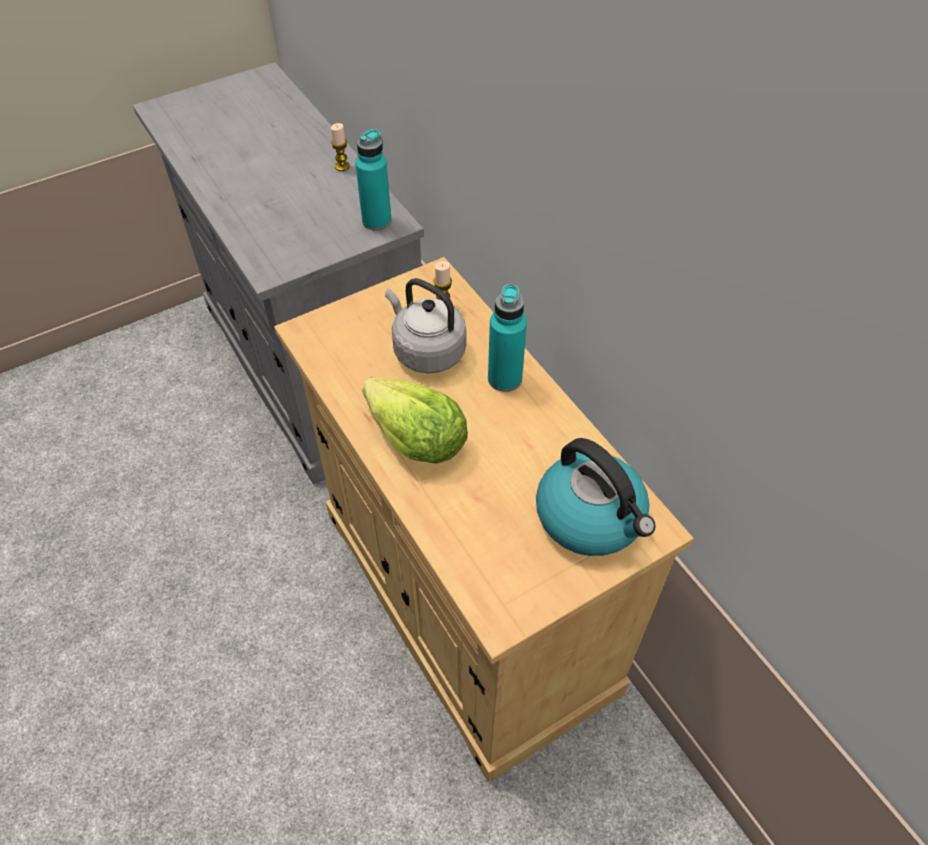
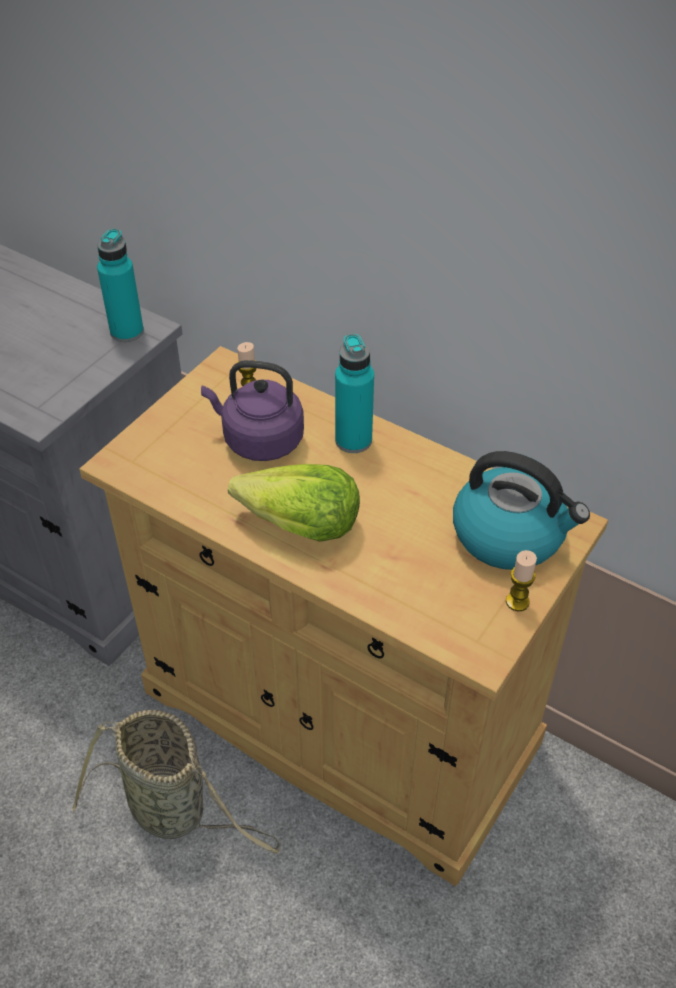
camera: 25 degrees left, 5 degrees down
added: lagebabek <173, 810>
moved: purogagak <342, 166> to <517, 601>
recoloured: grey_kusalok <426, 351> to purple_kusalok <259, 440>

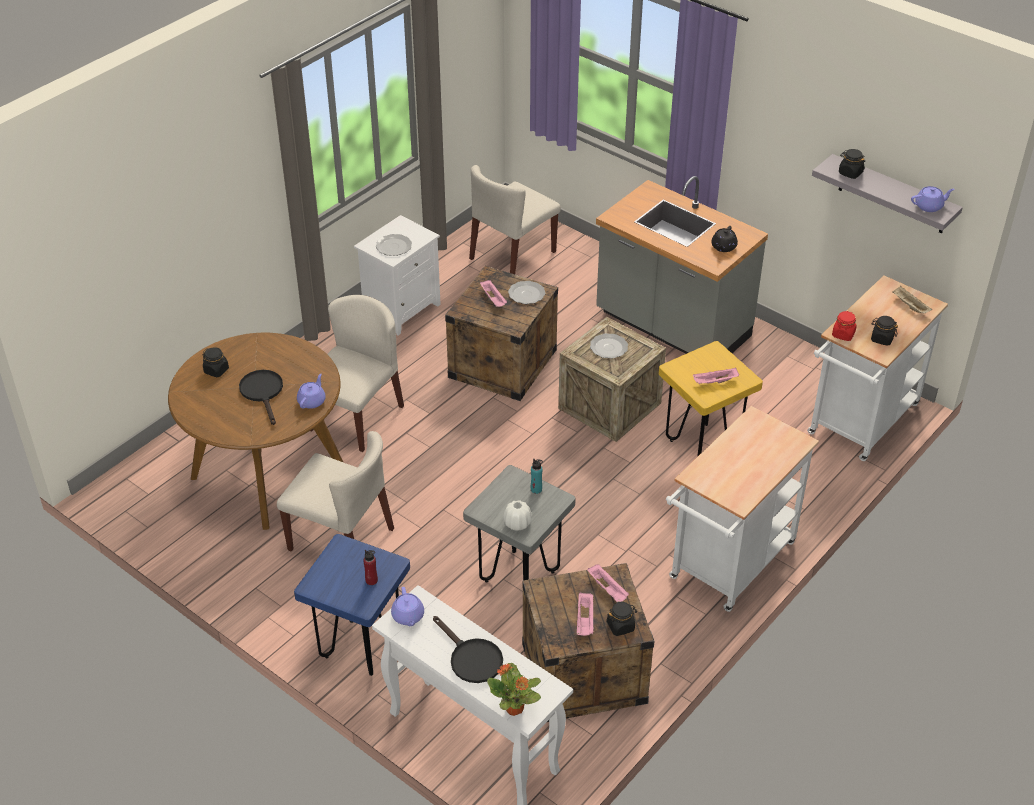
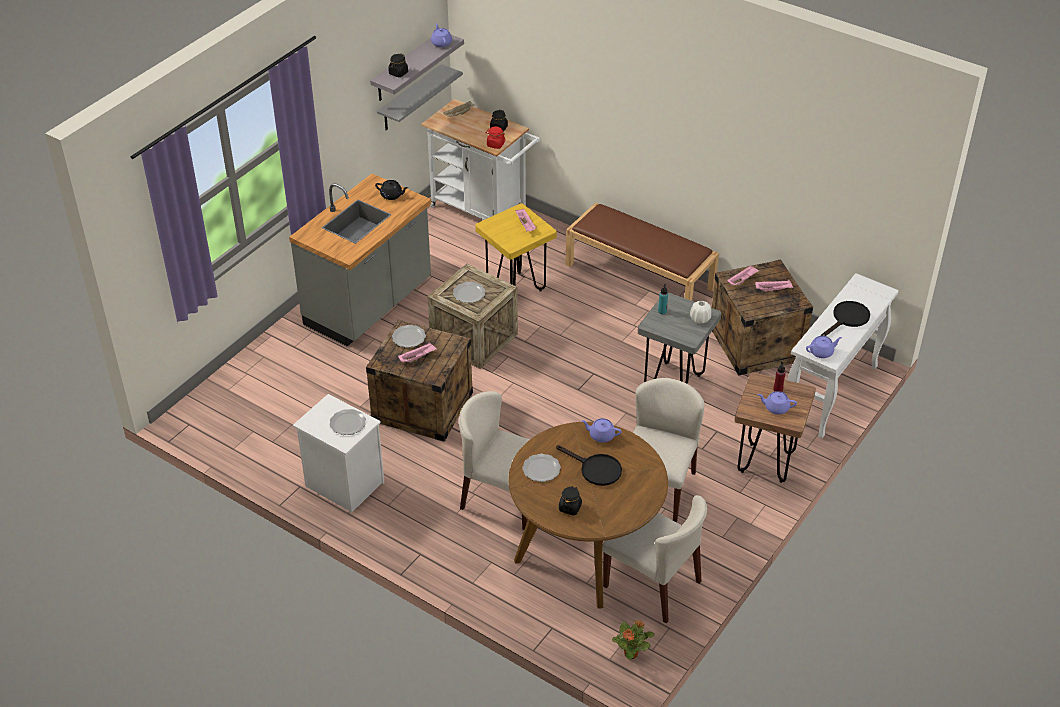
camera: 95 degrees left, 0 degrees up
removed: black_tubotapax <620, 626>
added: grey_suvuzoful <410, 99>; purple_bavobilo <776, 408>; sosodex <540, 469>
moved: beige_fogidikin <512, 256> to <653, 584>; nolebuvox <515, 709> to <631, 653>
replaced: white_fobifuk <728, 566> to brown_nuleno <640, 276>
recoloured: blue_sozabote <360, 647> to brown_sozabote <766, 463>
turned: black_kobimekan <263, 392> = <595, 469> 120 degrees counterclockwise

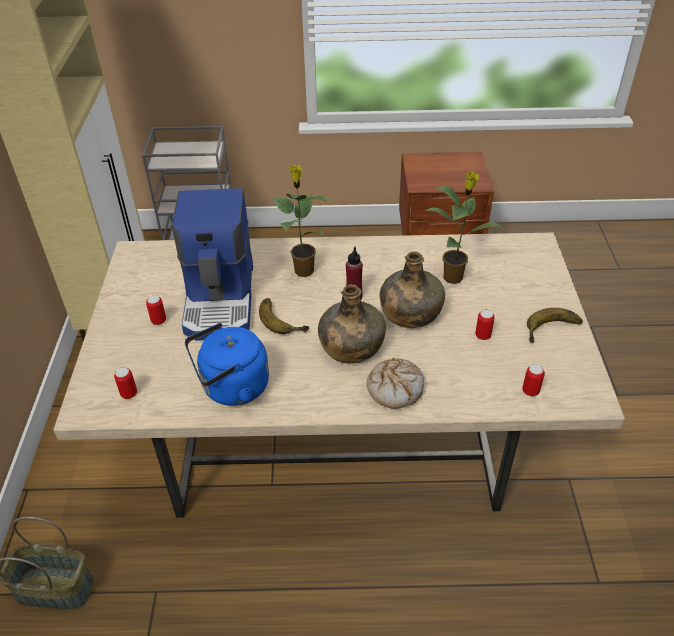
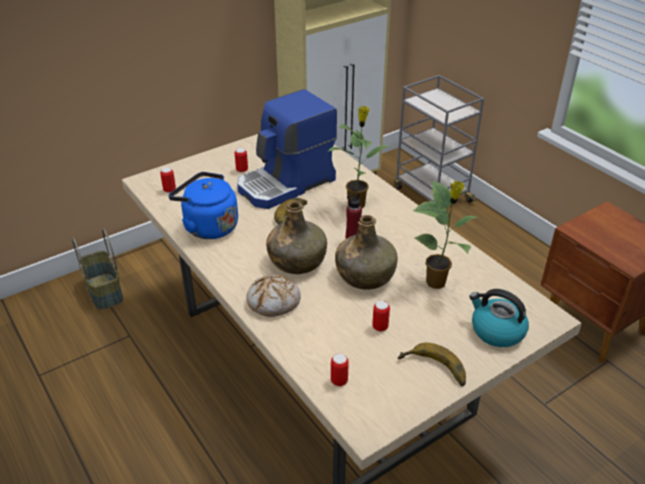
camera: 55 degrees right, 5 degrees down
added: kusalok <496, 331>

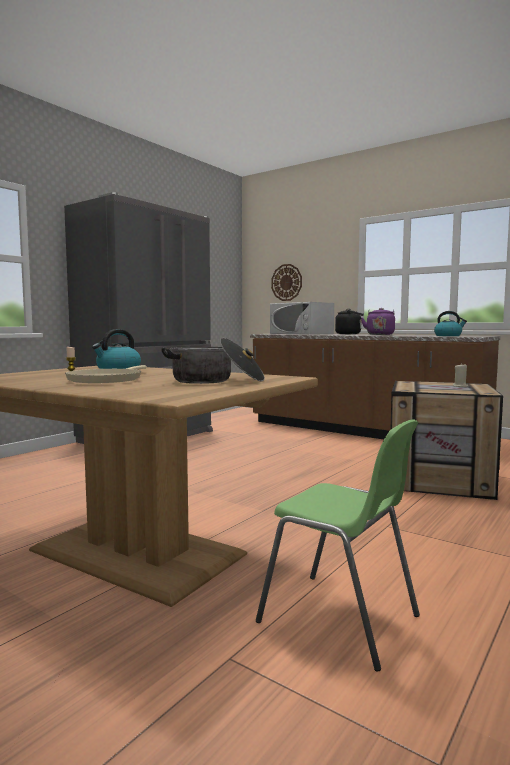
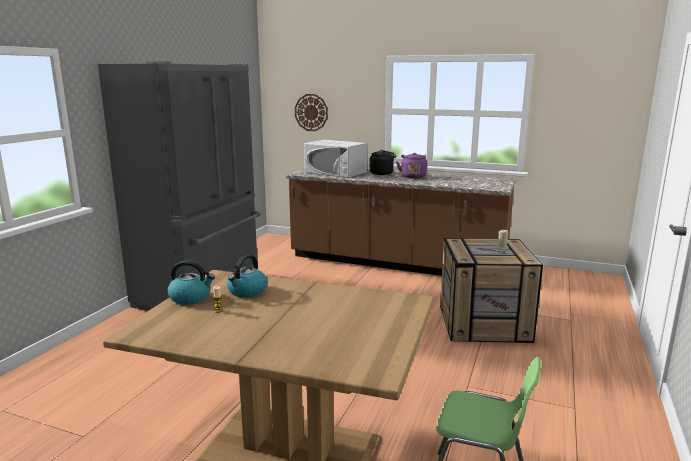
camera: 15 degrees left, 10 degrees up
removed: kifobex <216, 380>; beige_kobimekan <107, 380>
moved: kusalok <448, 336> to <191, 298>

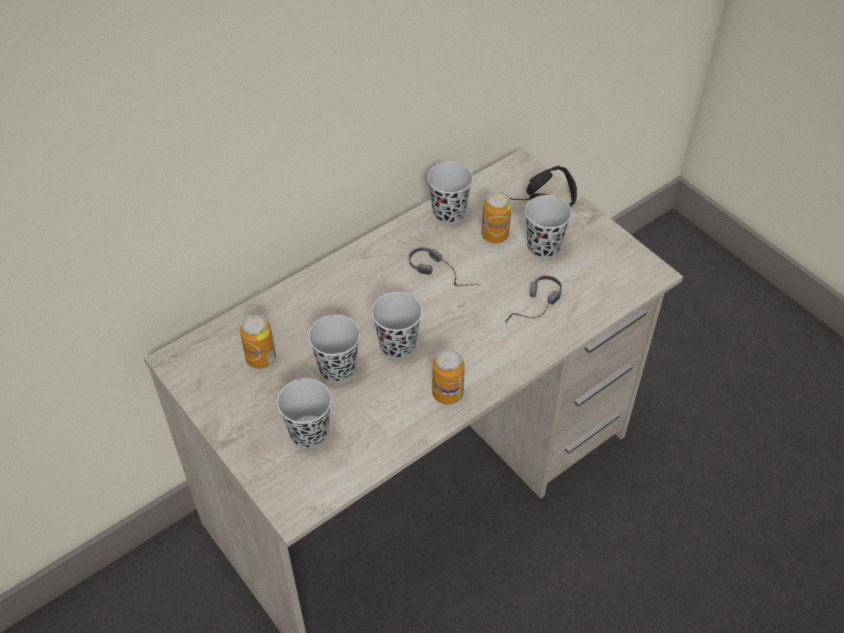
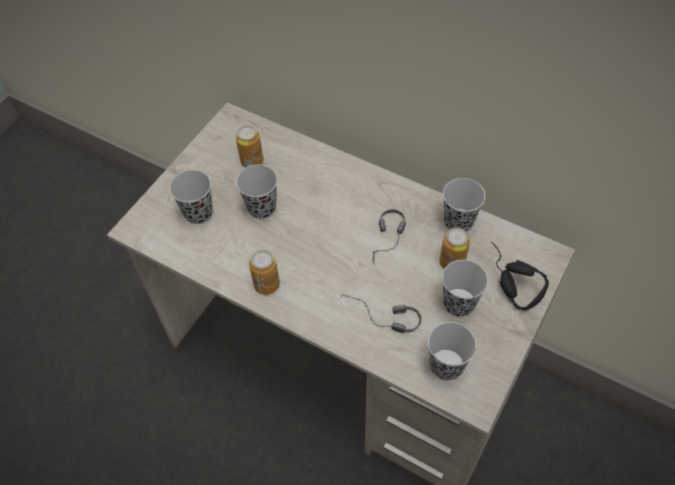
camera: 70 degrees right, 5 degrees up
moved: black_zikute <397, 345> to <446, 366>

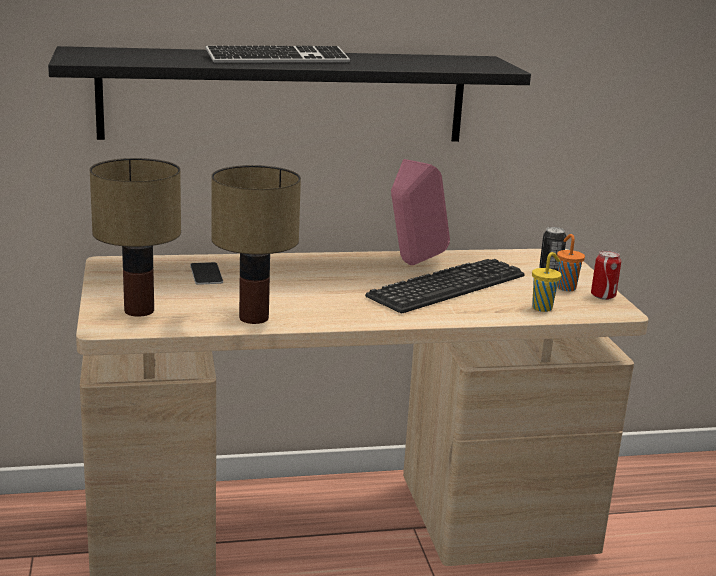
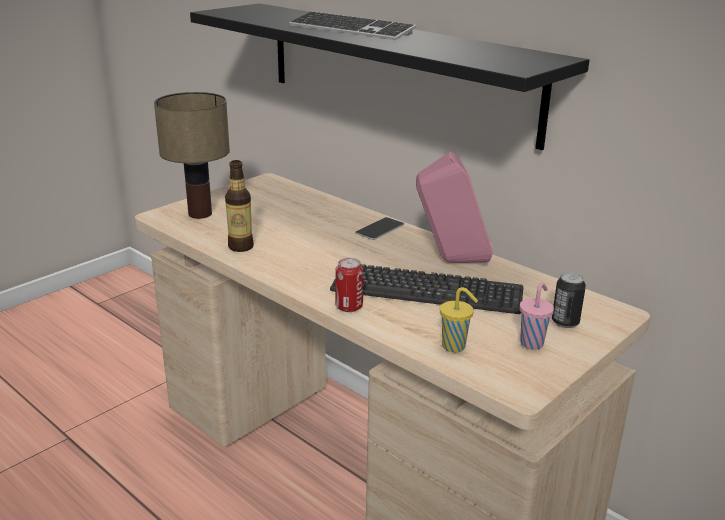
camera: 55 degrees right, 5 degrees up
moved: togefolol <603, 296> to <349, 307>; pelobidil <206, 274> to <380, 229>
replaced: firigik <254, 317> to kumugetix <241, 247>
recoloured: orange_zikute <565, 287> to pink_zikute <532, 343>

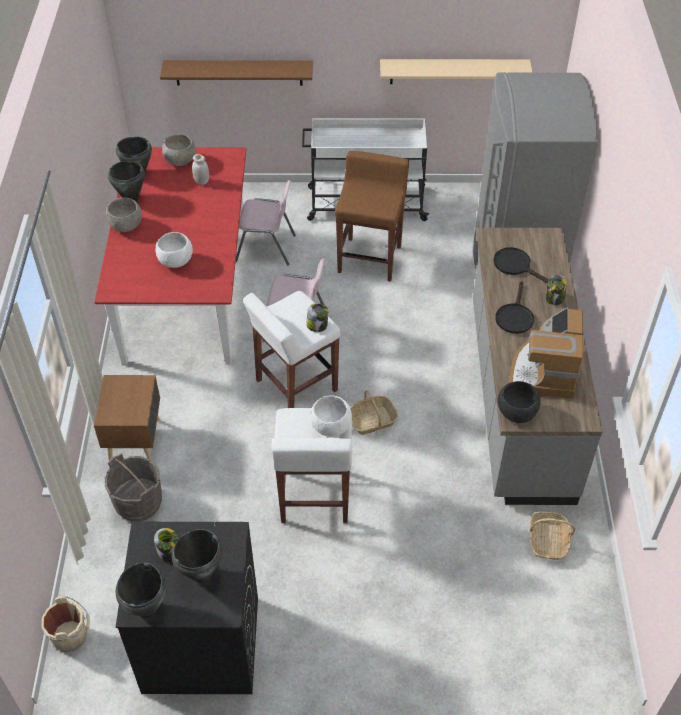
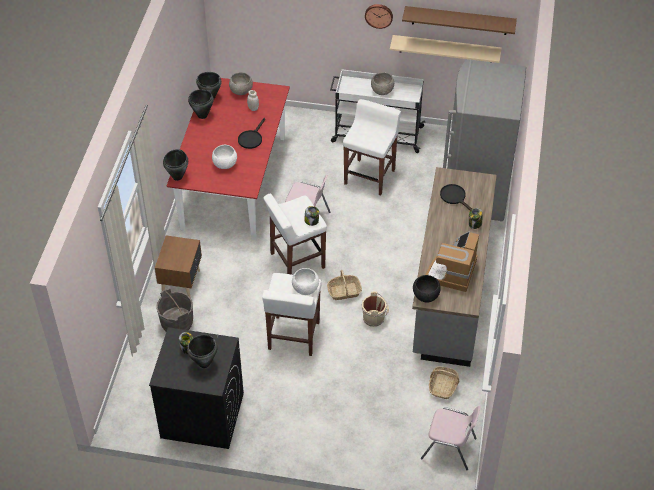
camera: 10 degrees right, 0 degrees up
added: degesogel <379, 15>
moved: brown_suvuzoful <238, 72> to <459, 20>; pink_fogidikin <266, 248> to <449, 448>; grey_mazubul <125, 226> to <381, 91>; black_kobimekan <514, 316> to <251, 138>; black_kifobex <147, 609> to <178, 177>; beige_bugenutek <71, 636> to <374, 318>
recoloured: brown_sozabote <370, 258> to white_sozabote <370, 176>

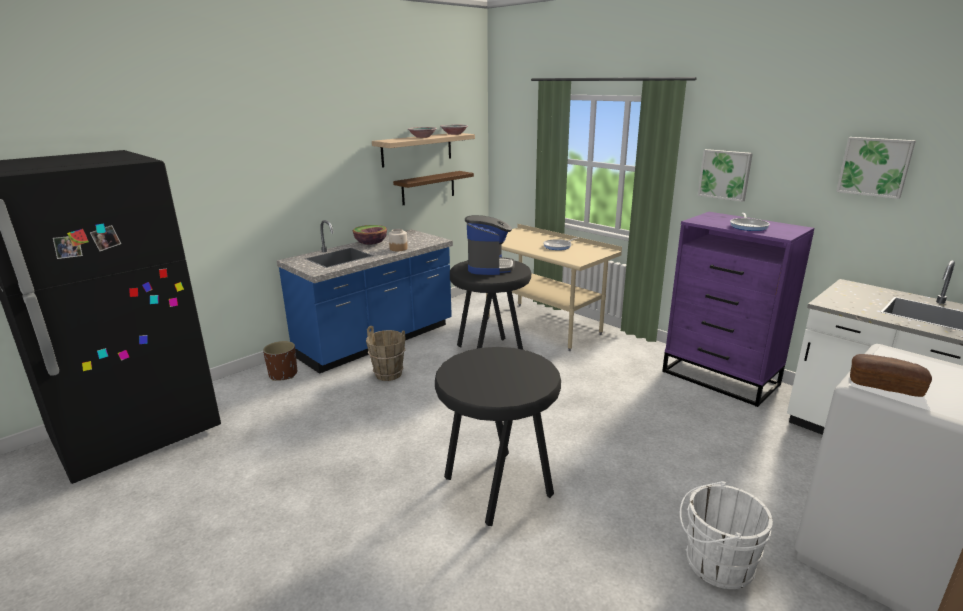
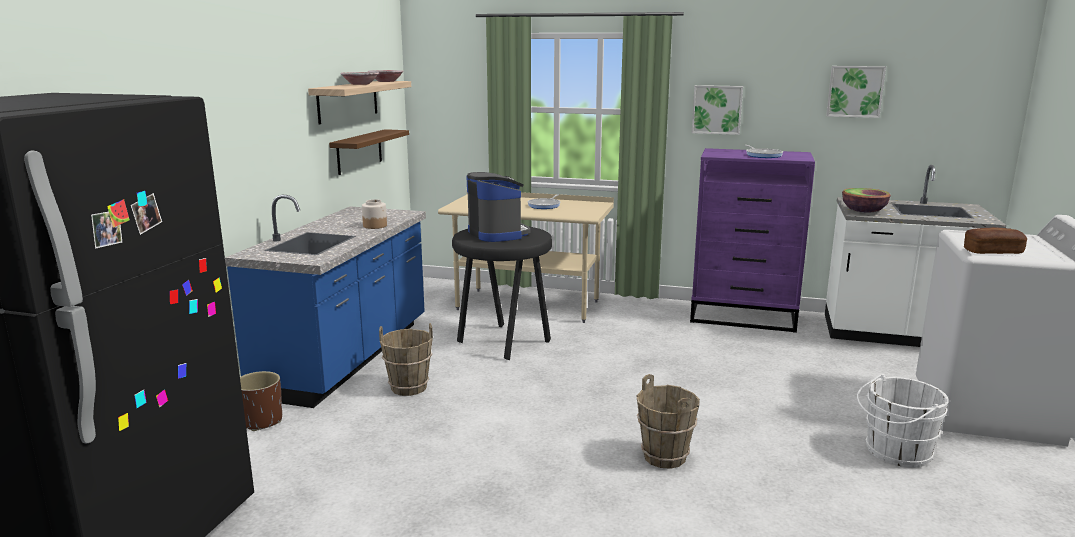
camera: 30 degrees left, 5 degrees down
moved: mazubul <371, 243> to <863, 212>
replaced: black_sozabote <498, 489> to brown_bugenutek <665, 457>

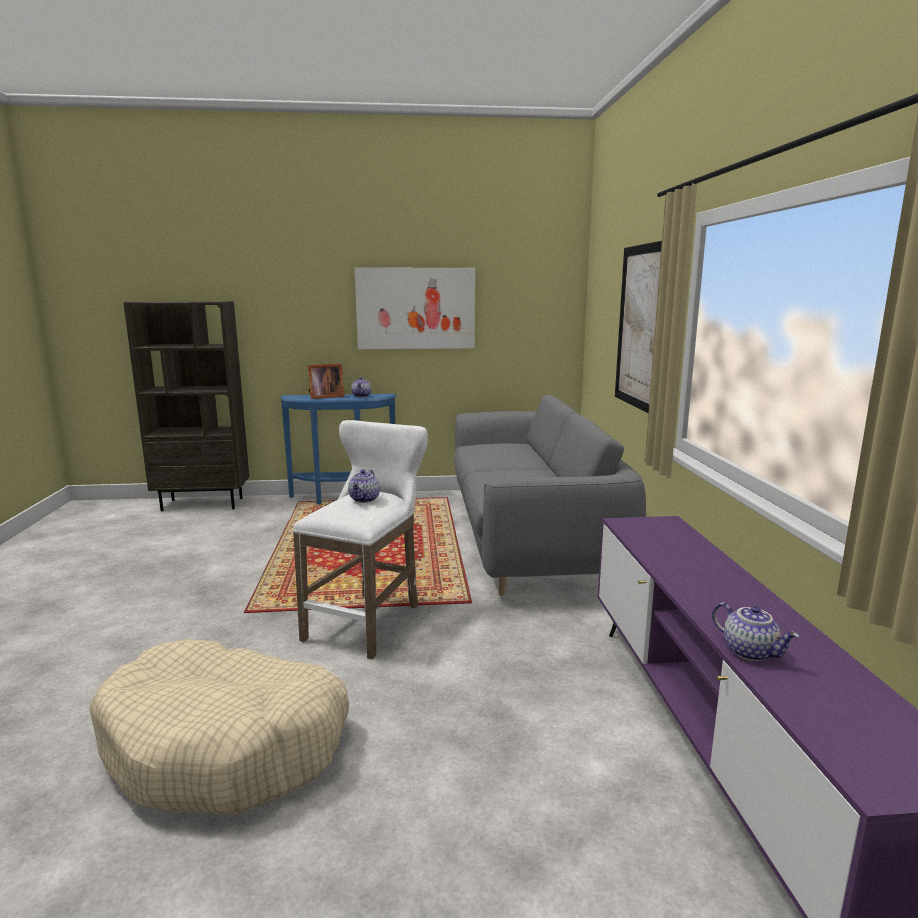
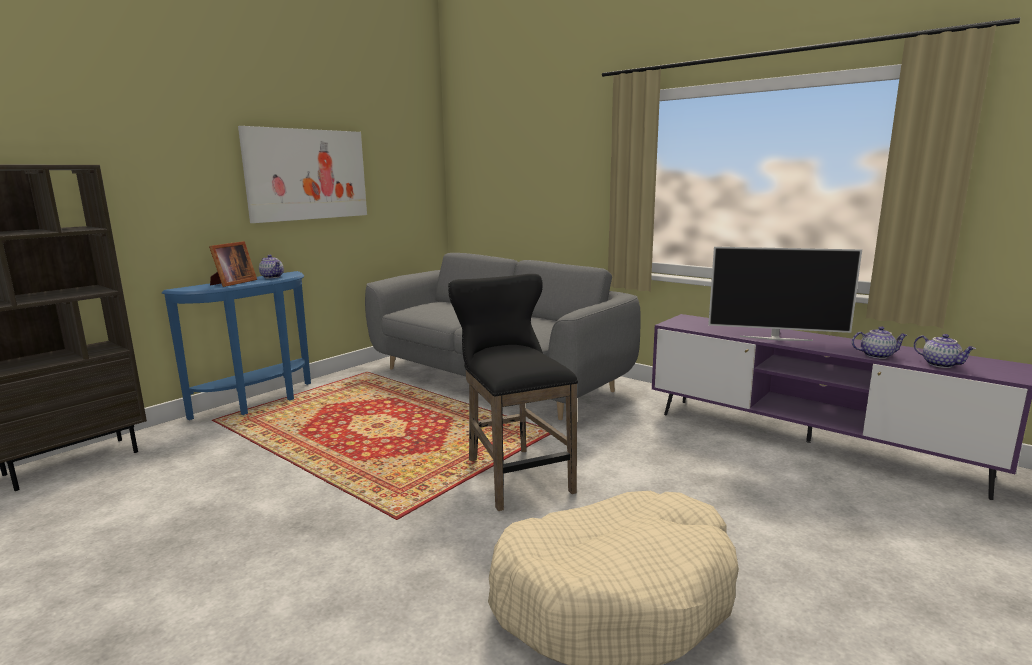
camera: 45 degrees left, 0 degrees up
removed: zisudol <640, 327>
added: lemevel <775, 338>
moved: bavobilo <365, 499> to <941, 364>
recoloured: white_sozabote <369, 620> to black_sozabote <513, 473>

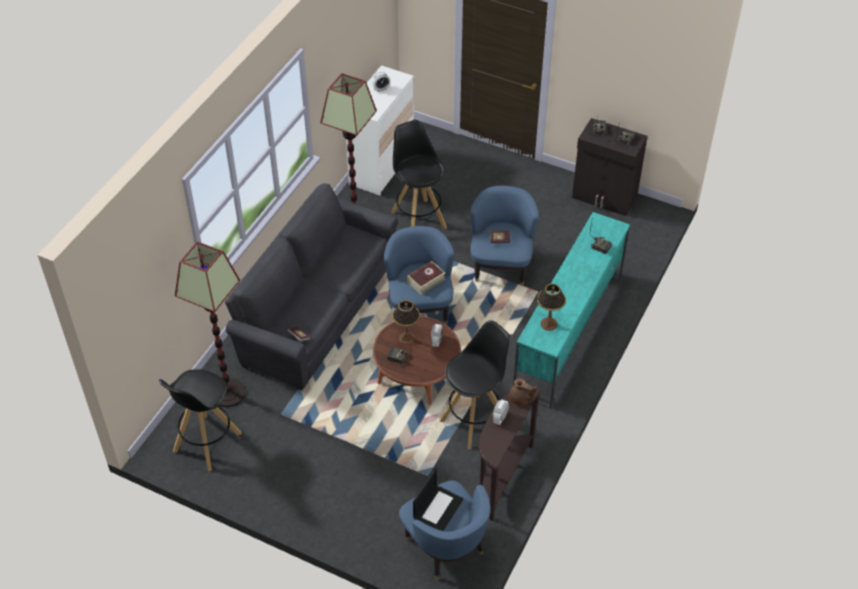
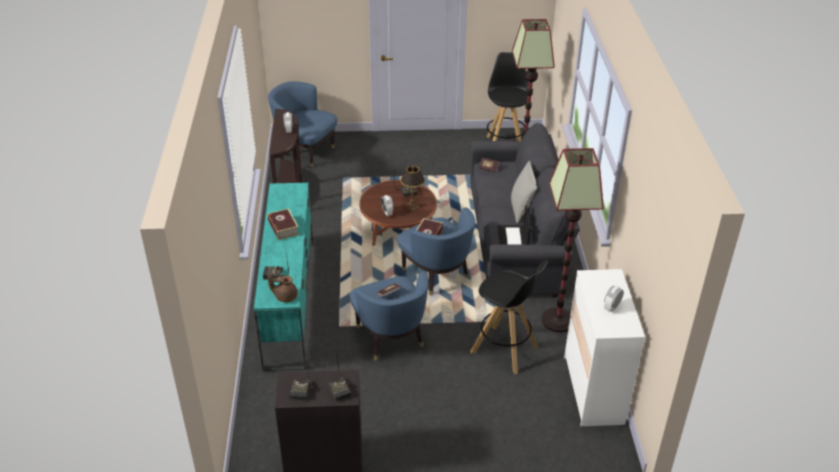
camera: 150 degrees right, 10 degrees down
removed: firigik <548, 324>; black_sozabote <474, 420>
added: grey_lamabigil <521, 209>; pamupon <283, 228>
moved: brown_bavobilo <521, 399> to <285, 296>; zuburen <438, 508> to <513, 238>

